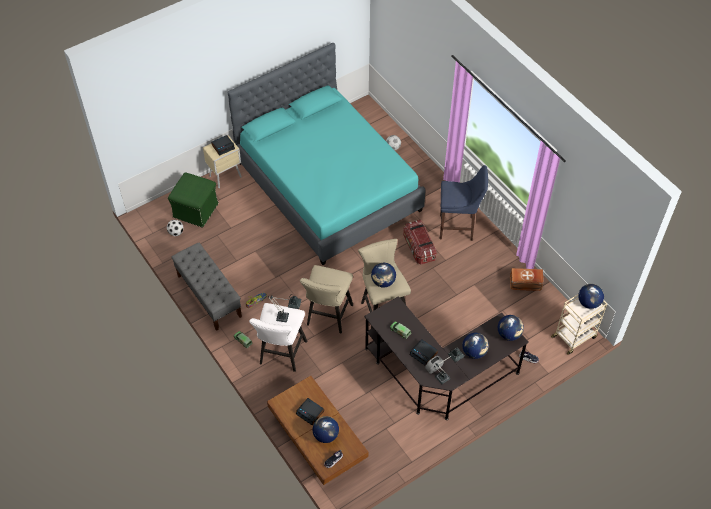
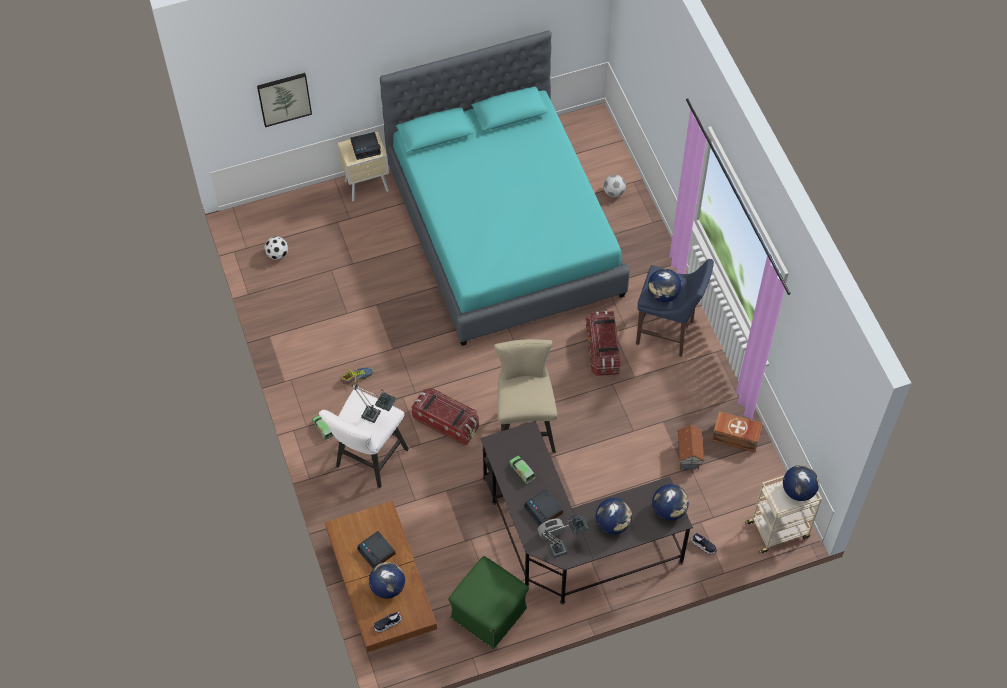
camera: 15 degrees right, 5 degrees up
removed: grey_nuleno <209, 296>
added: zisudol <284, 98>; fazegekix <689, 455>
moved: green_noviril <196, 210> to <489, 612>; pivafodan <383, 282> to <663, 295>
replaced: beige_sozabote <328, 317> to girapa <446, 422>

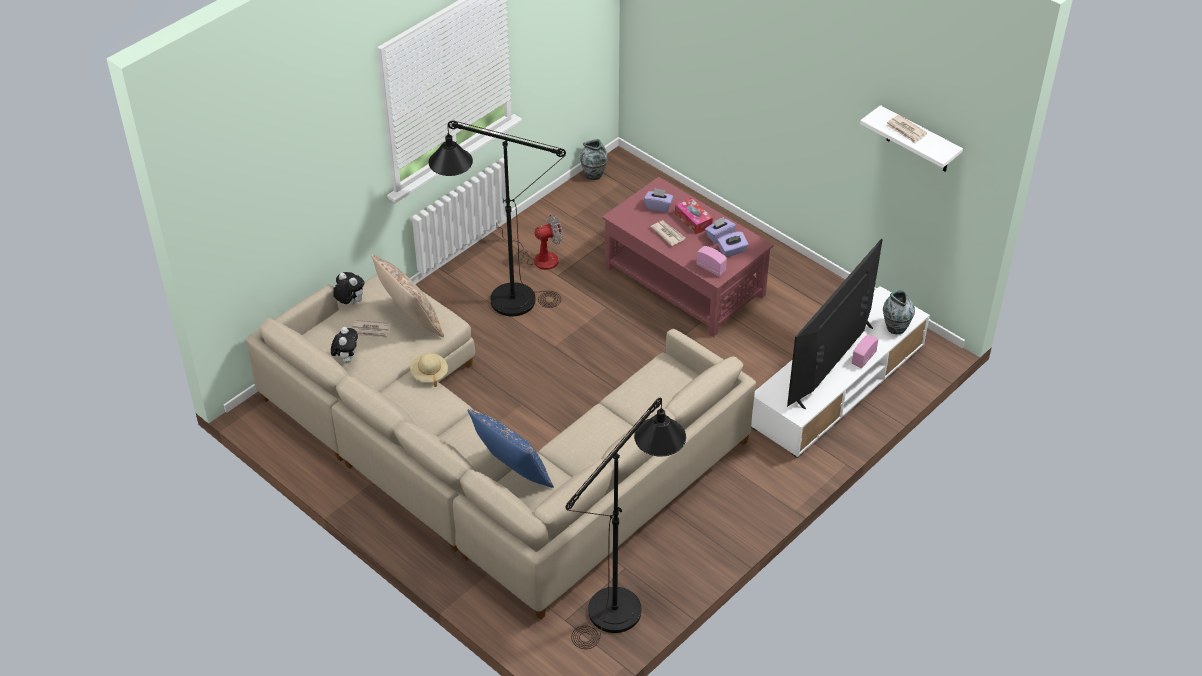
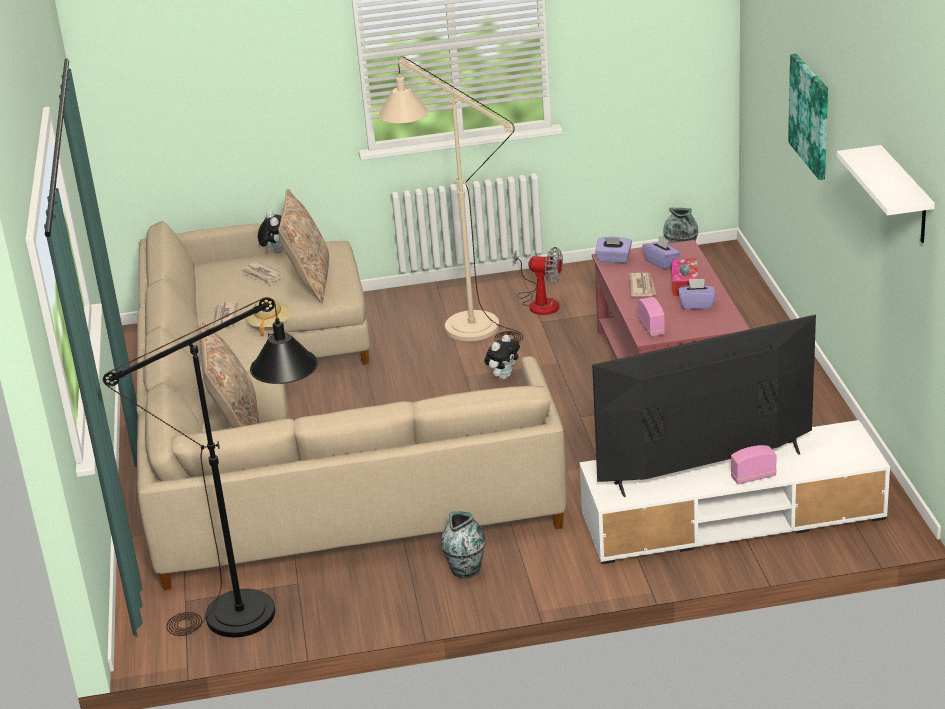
camera: 40 degrees right, 15 degrees down
added: zisudol <811, 115>
moved: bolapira <906, 131> to <224, 317>; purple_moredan <732, 251> to <613, 259>; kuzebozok <895, 327> to <466, 569>; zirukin <346, 358> to <503, 376>
recoloured: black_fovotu <499, 301> to beige_fovotu <459, 323>; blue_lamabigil <512, 474> to beige_lamabigil <236, 425>

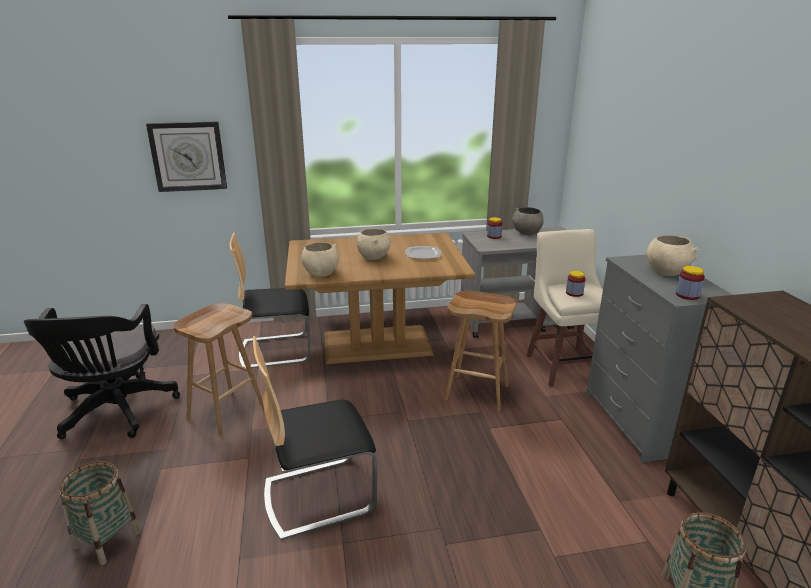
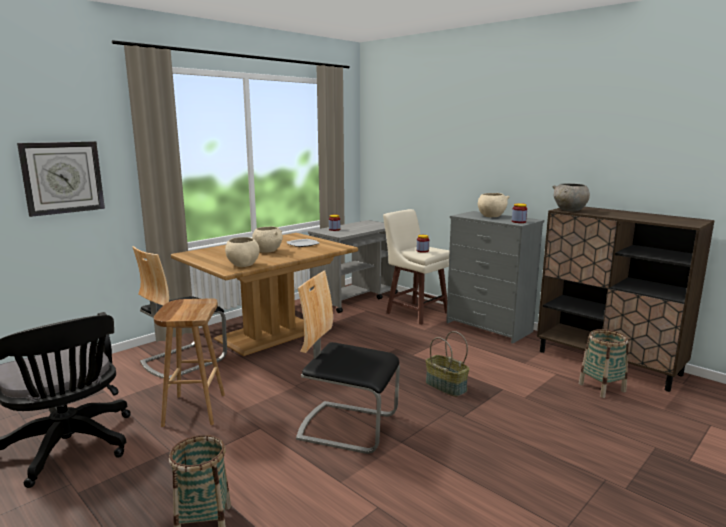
camera: 35 degrees left, 10 degrees down
removed: brown_sozabote <478, 392>
added: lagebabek <445, 386>
moved: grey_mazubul <526, 233> to <569, 210>
turned: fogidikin <318, 495> = <348, 426> 75 degrees clockwise

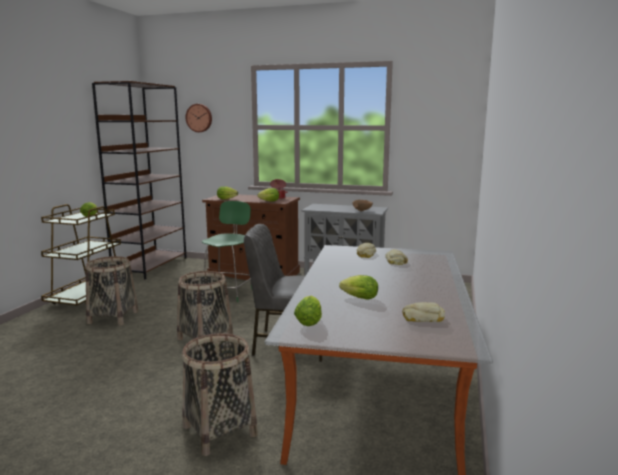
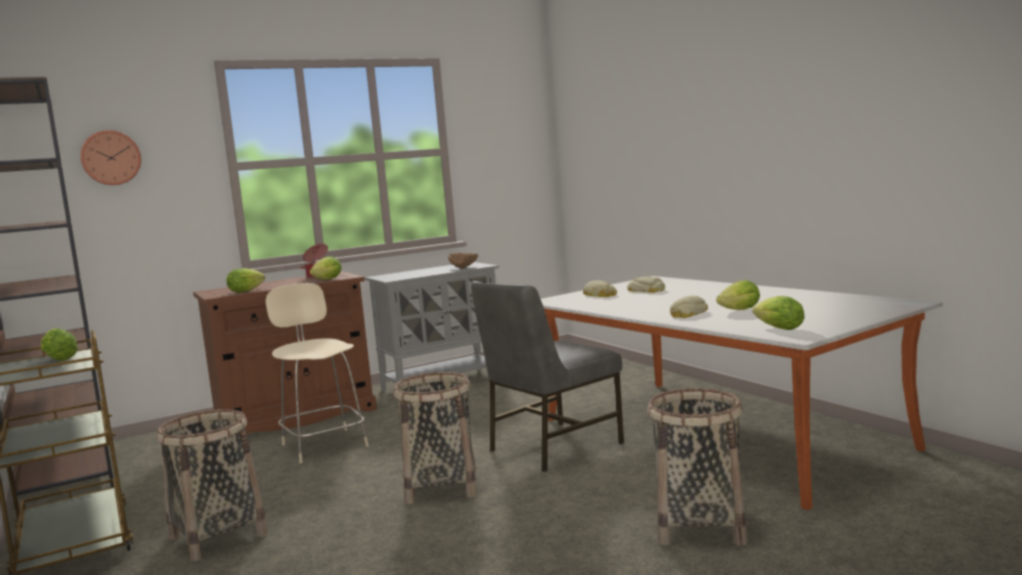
camera: 45 degrees left, 5 degrees down
moved: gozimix <422, 317> to <687, 313>
recoloured: green_sozabote <229, 293> to beige_sozabote <323, 444>

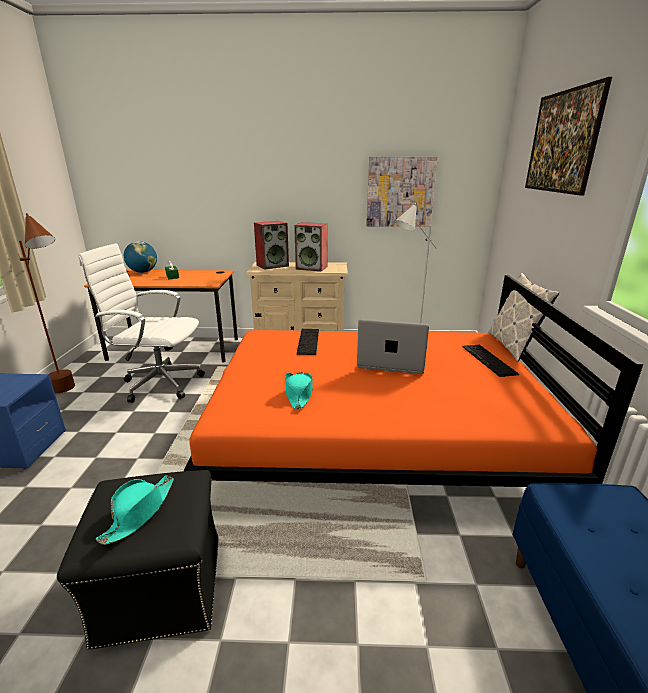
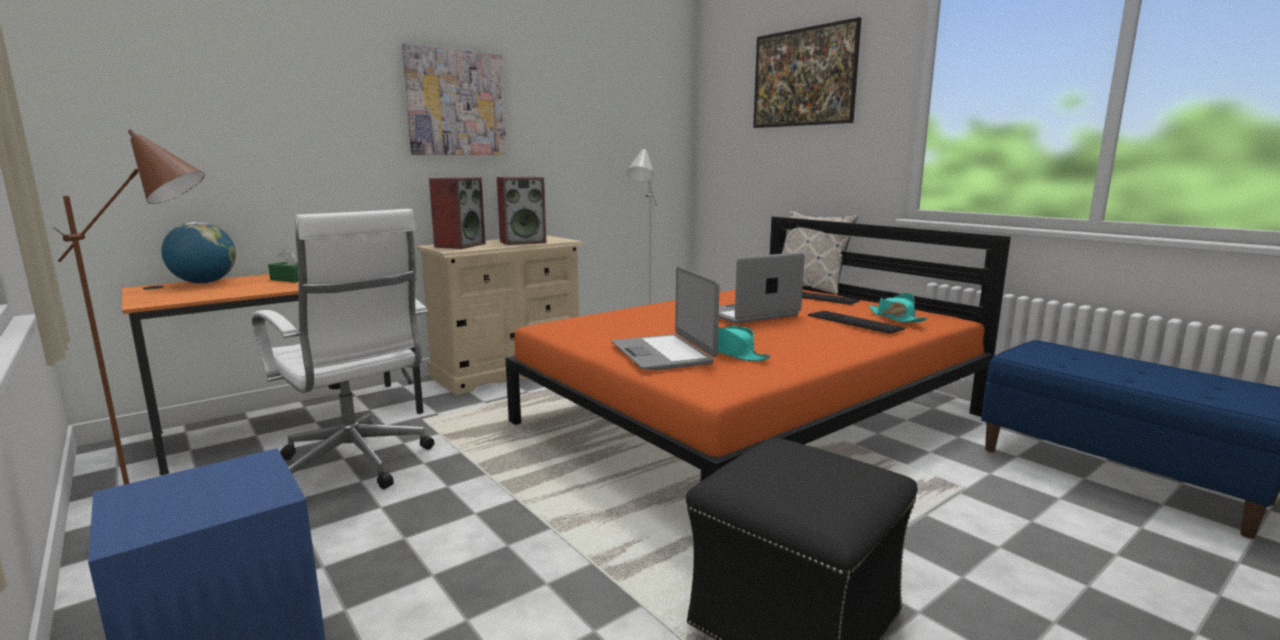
camera: 40 degrees left, 10 degrees down
added: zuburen <663, 353>
moved: zisudol <400, 192> to <456, 103>; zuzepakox <308, 341> to <854, 322>; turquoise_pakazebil <140, 512> to <895, 318>
turned: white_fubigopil <158, 384> = <357, 466> 105 degrees counterclockwise

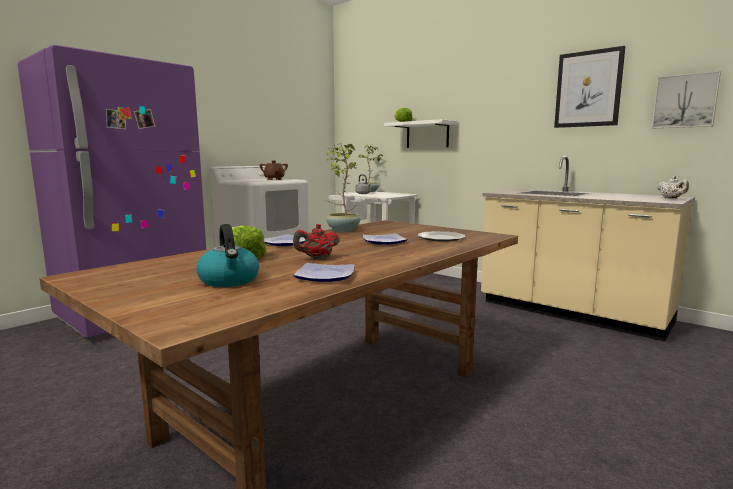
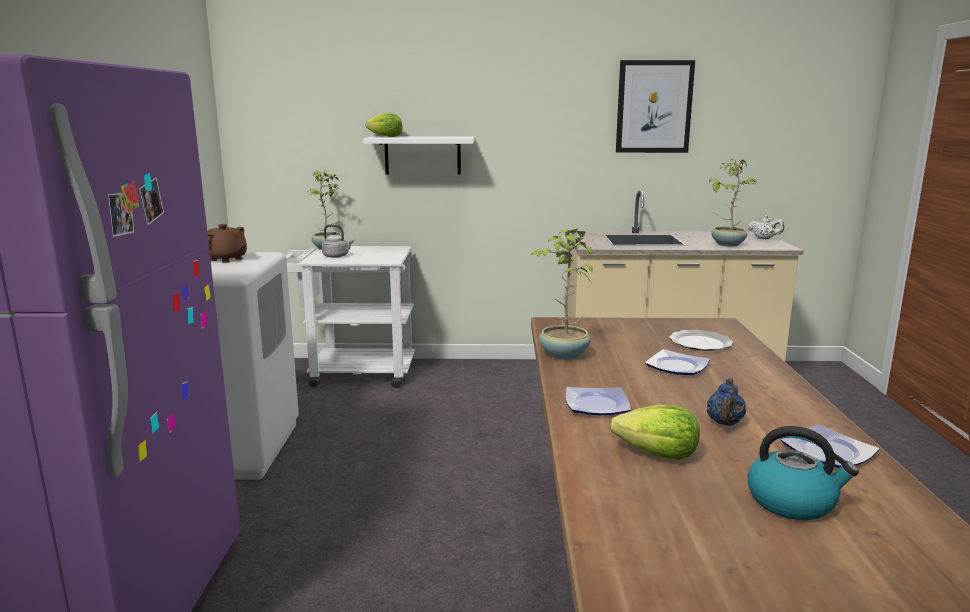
camera: 40 degrees left, 5 degrees up
removed: zisudol <685, 101>
added: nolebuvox <727, 244>
recoloured: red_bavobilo <317, 258> to blue_bavobilo <724, 423>

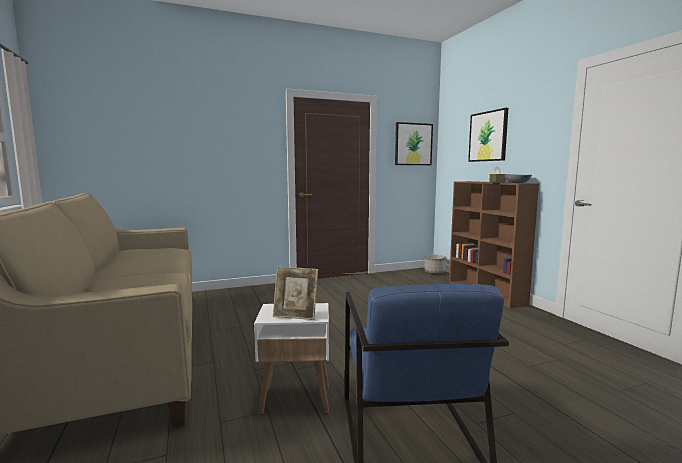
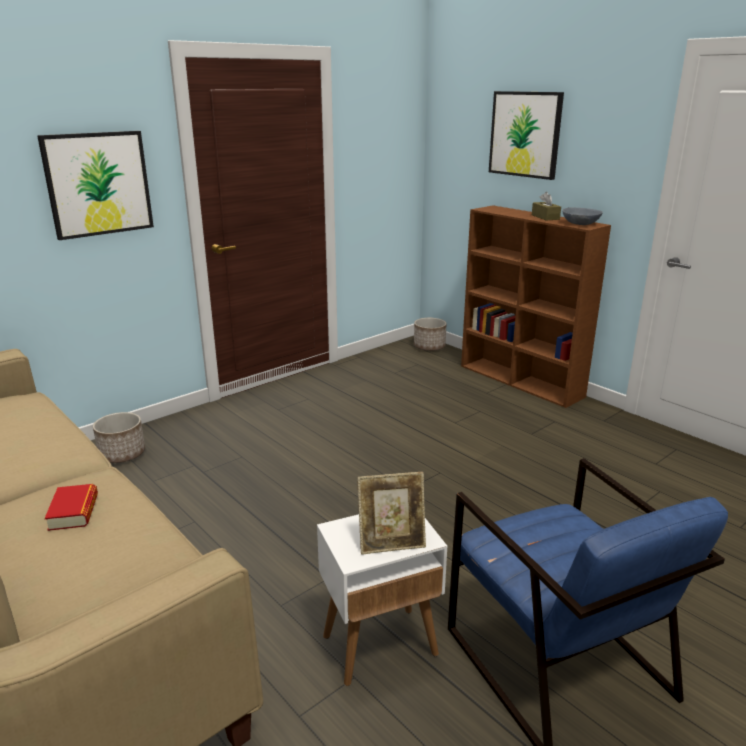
camera: 20 degrees left, 15 degrees up
added: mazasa <122, 454>; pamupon <74, 512>
moved: zisudol <413, 144> to <98, 184>

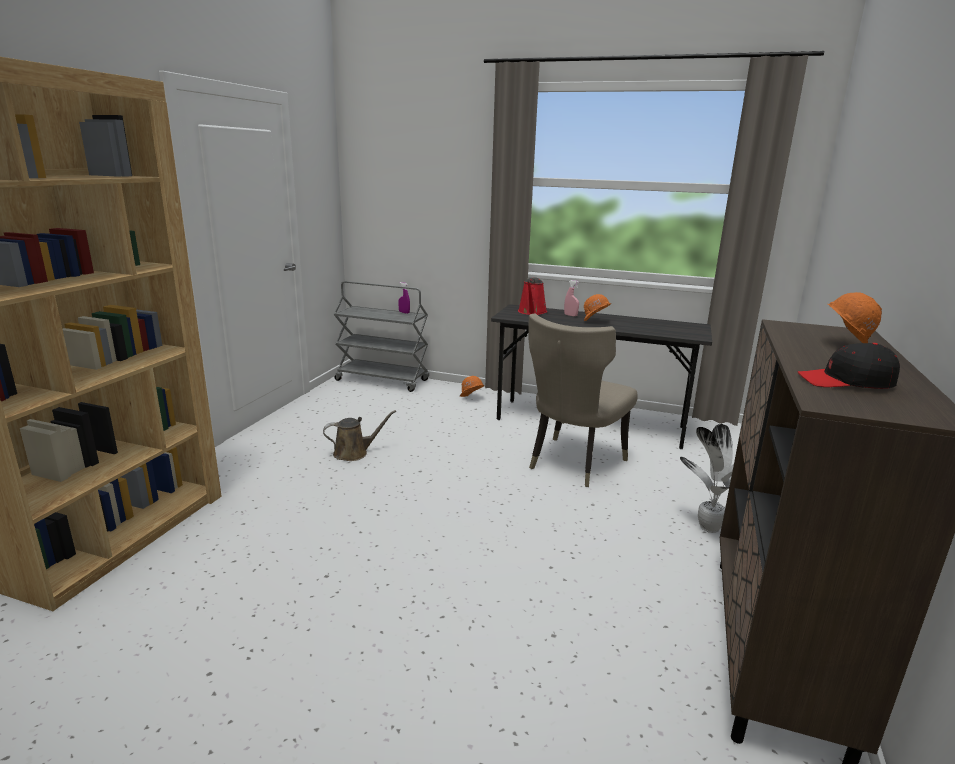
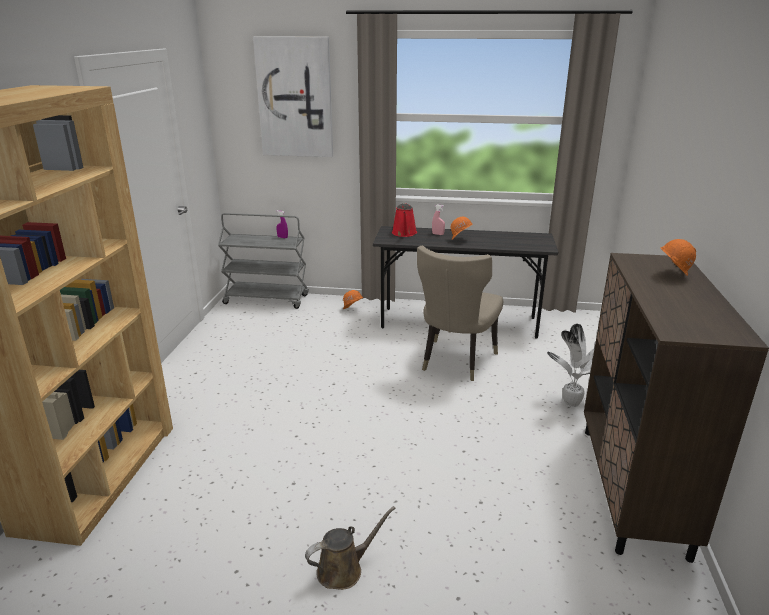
camera: 10 degrees left, 5 degrees up
removed: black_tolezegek <846, 381>
added: zisudol <295, 98>
moved: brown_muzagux <354, 453> to <344, 569>

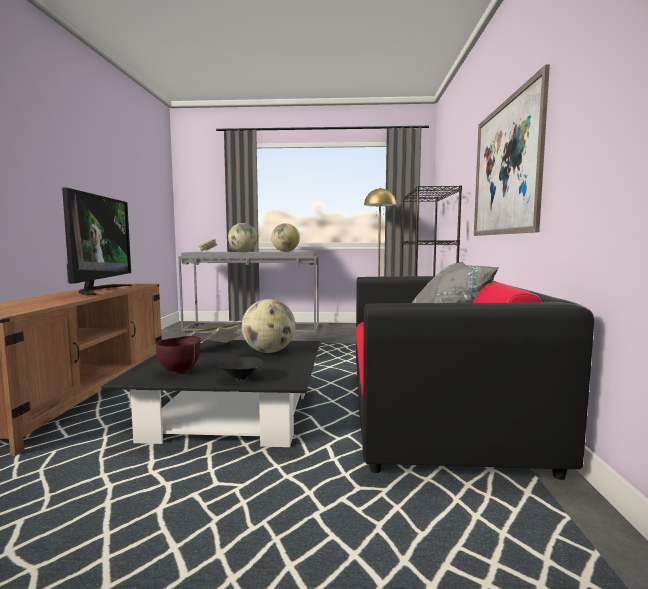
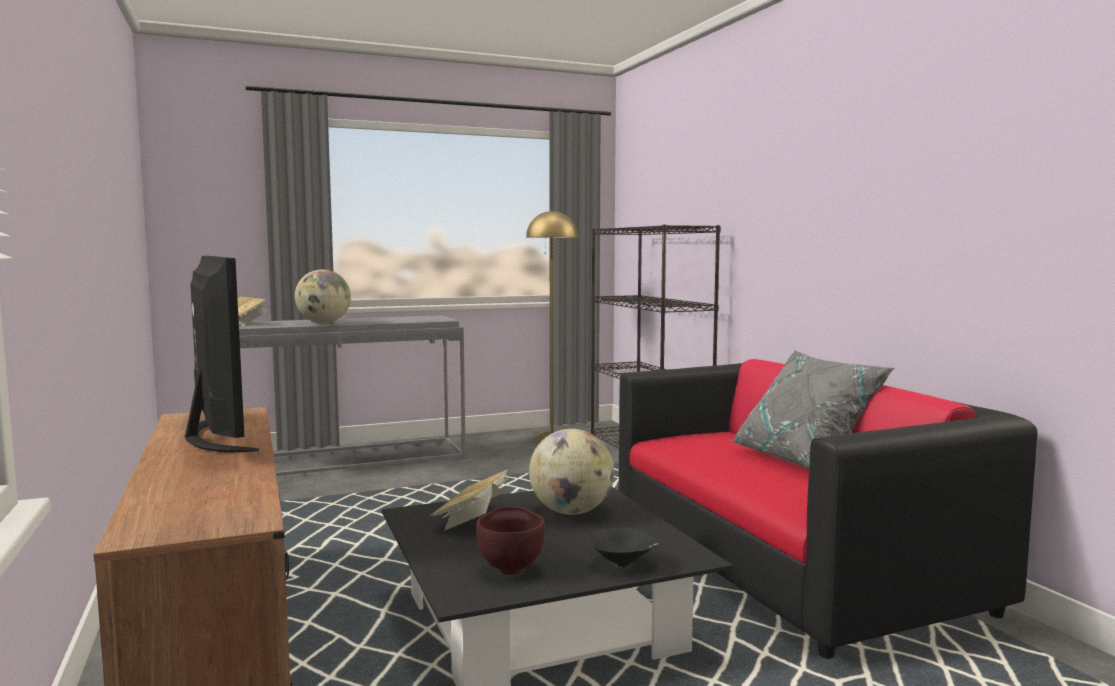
camera: 25 degrees left, 0 degrees up
removed: zisudol <505, 168>; pivafodan <285, 251>

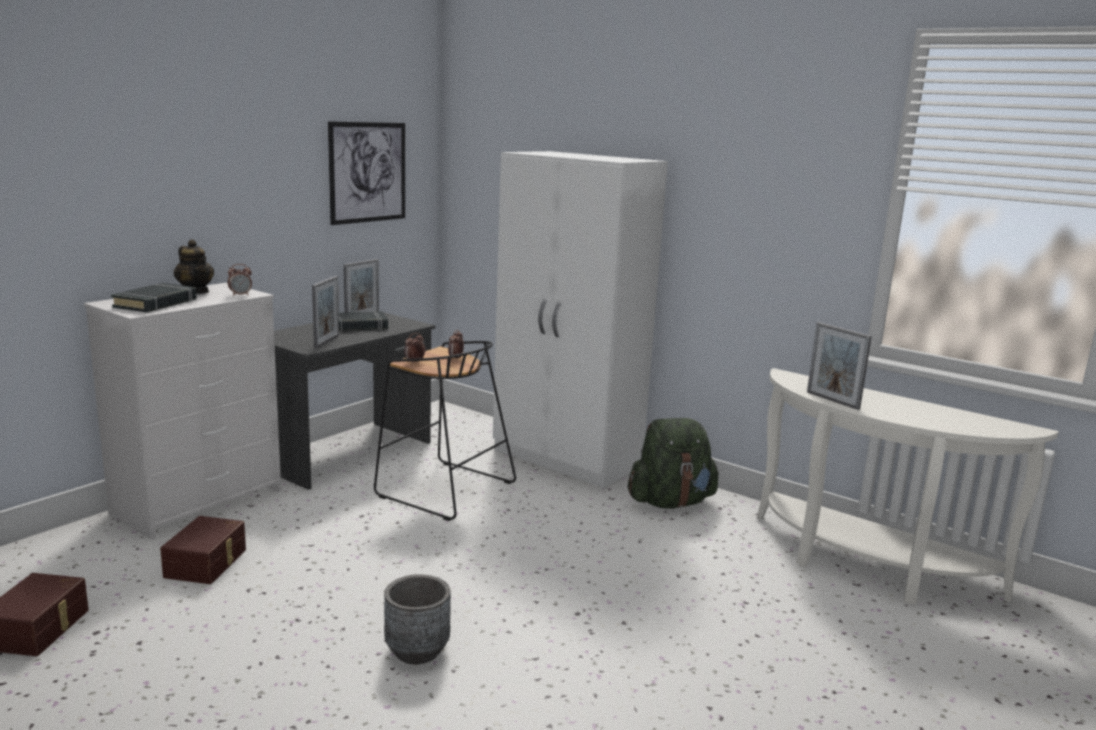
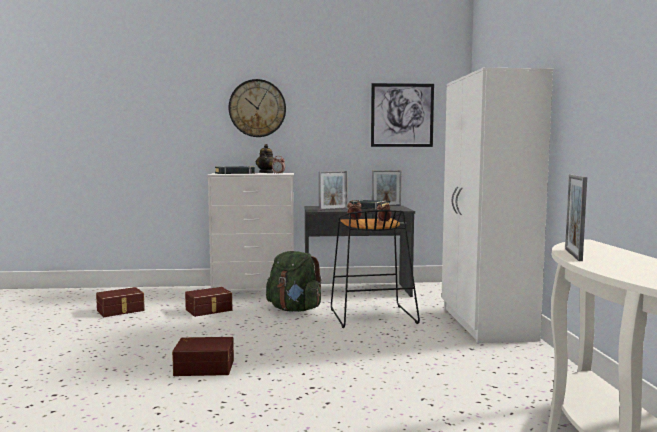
camera: 50 degrees right, 10 degrees down
added: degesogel <257, 108>
moved: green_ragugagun <670, 502> to <294, 309>
replaced: grey_mazasa <417, 651> to brown_girapa <204, 367>

